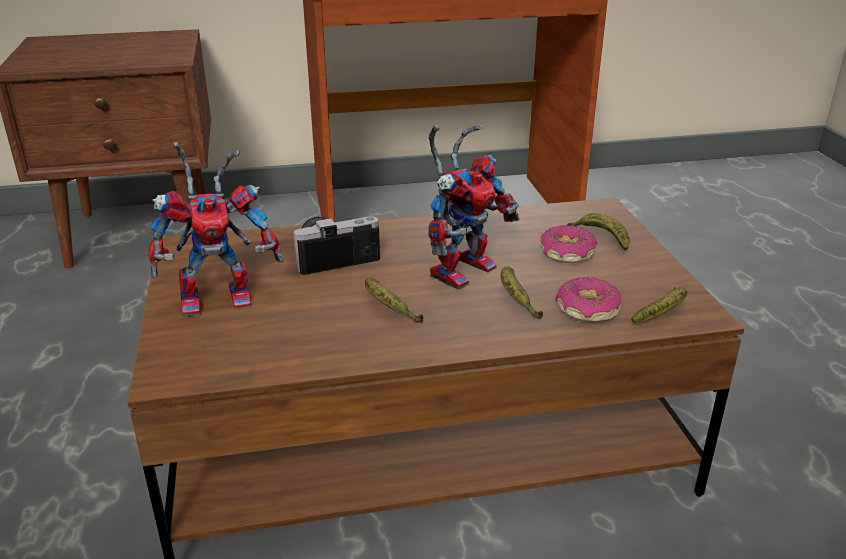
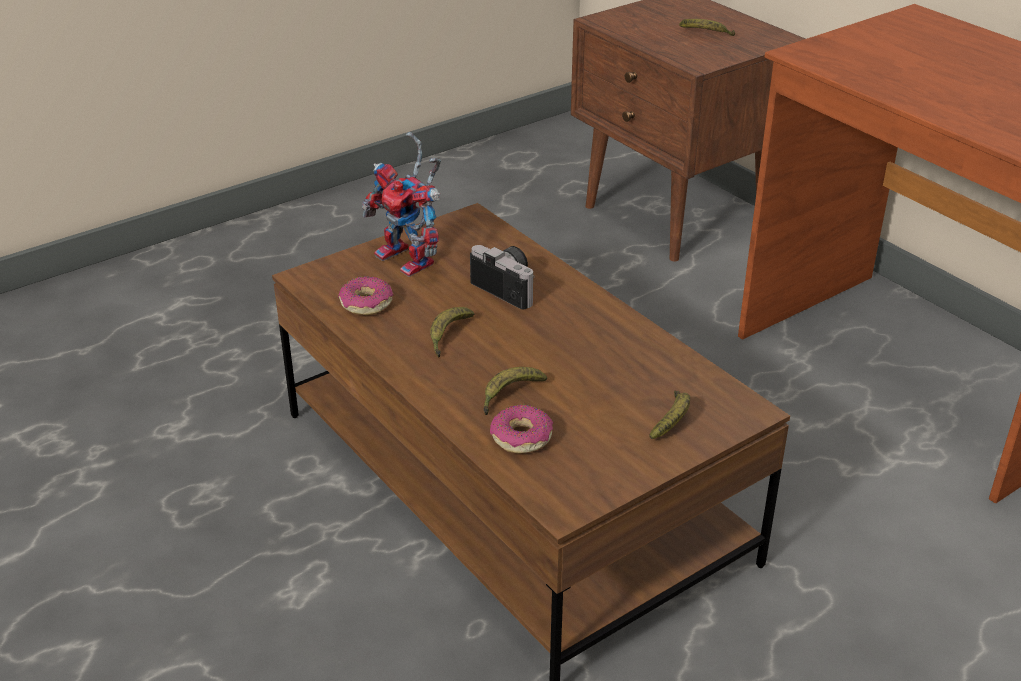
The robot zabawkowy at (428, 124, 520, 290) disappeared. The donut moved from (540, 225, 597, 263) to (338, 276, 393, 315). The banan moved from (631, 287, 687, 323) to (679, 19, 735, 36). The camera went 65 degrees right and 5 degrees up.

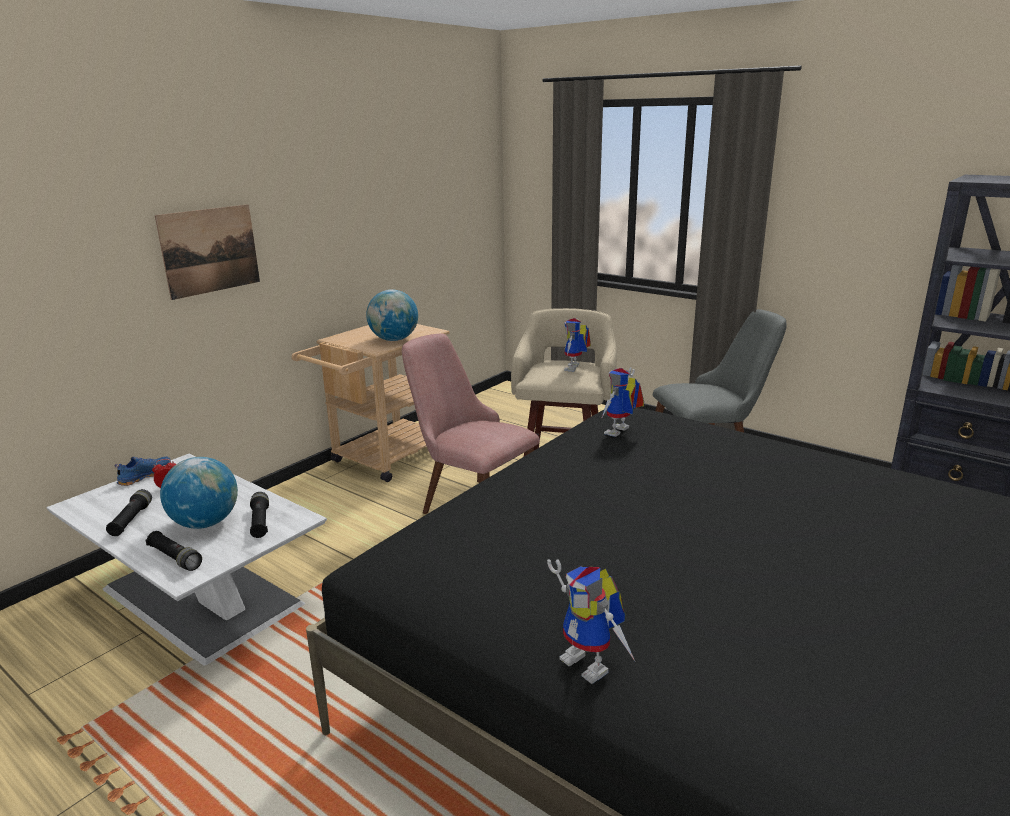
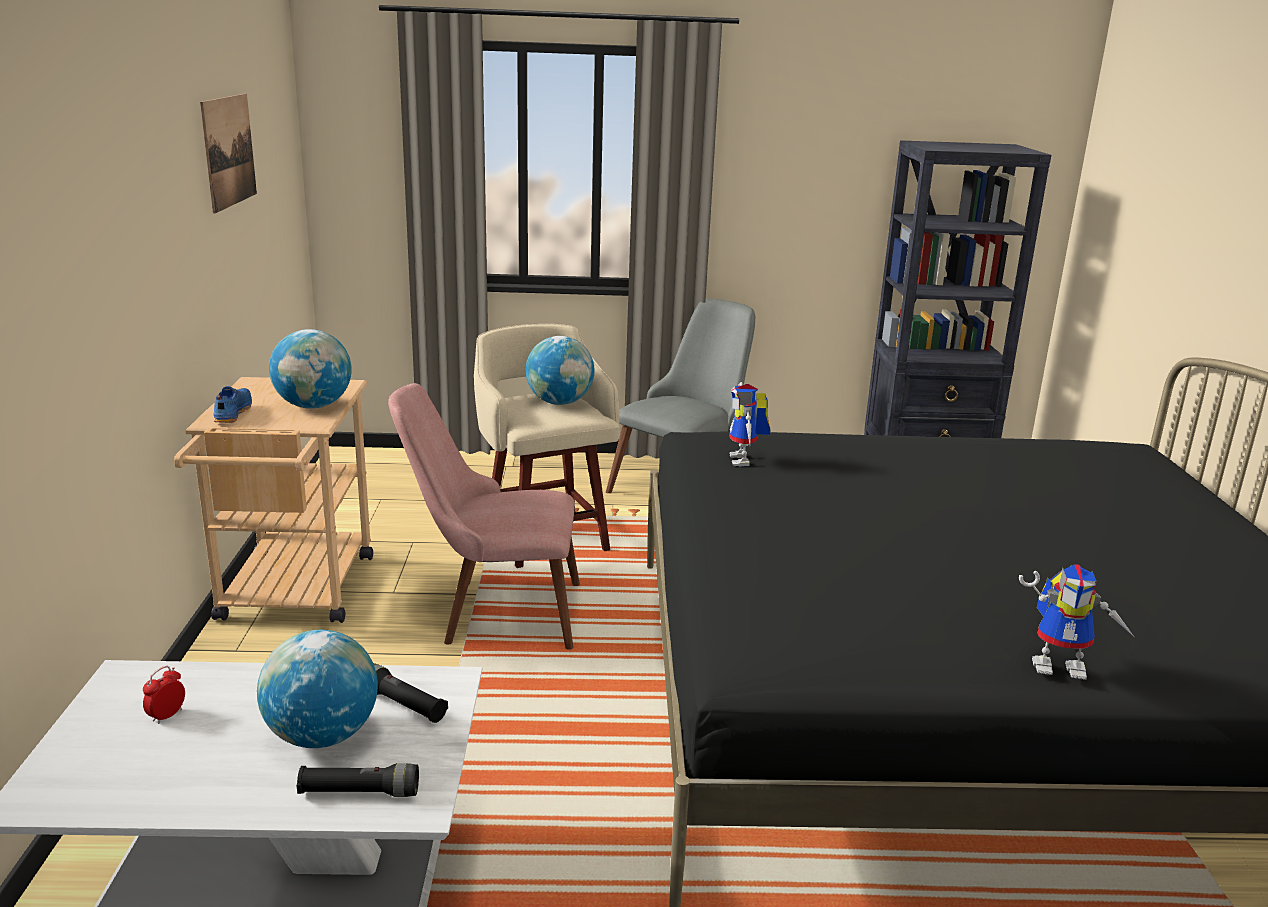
The latarka/czarny at (106, 489, 152, 536) disappeared. The but/niebieski moved from (114, 457, 171, 486) to (213, 386, 252, 423). The obraz moved from (155, 204, 260, 300) to (200, 94, 257, 213). The robot zabawkowy at (564, 318, 591, 371) was replaced by the globus at (525, 336, 595, 405). The camera went 40 degrees left and 0 degrees up.

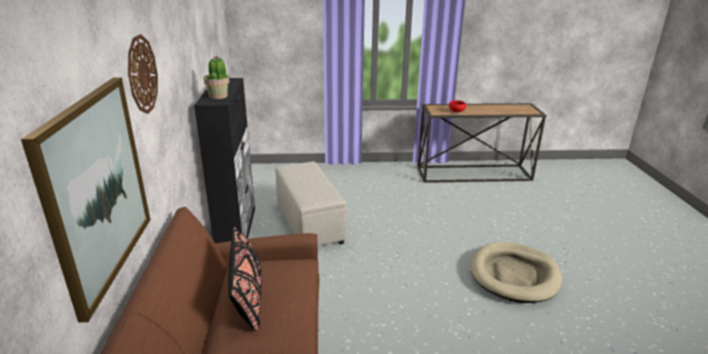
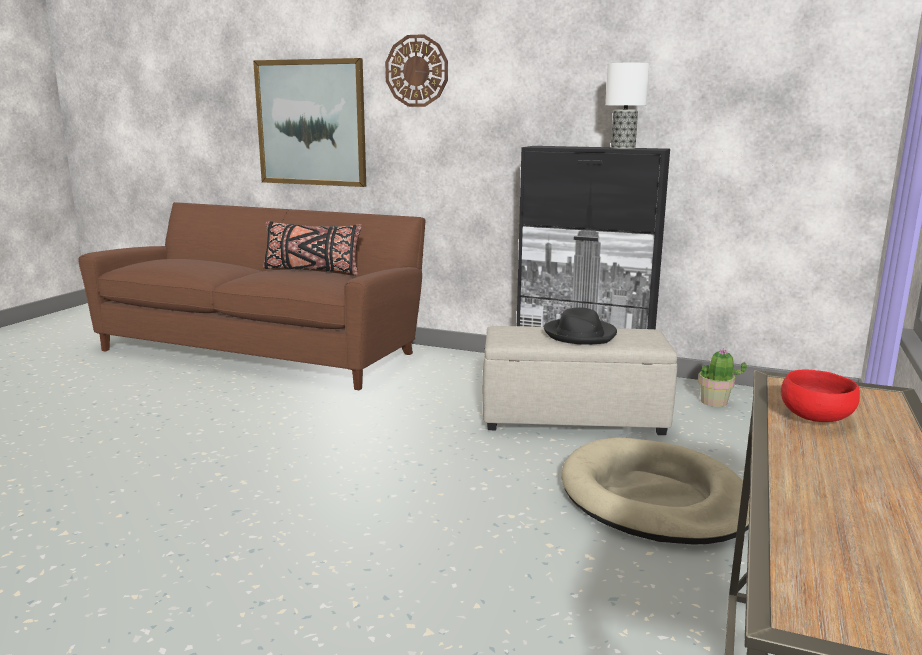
The kapelusz/czarny at (544, 307, 617, 345) appeared. The lampa stołowa at (605, 63, 649, 149) appeared. The roślina doniczkowa moved from (204, 55, 229, 99) to (698, 348, 747, 407). The legowisko/beżowy moved from (471, 242, 562, 303) to (562, 437, 750, 545). The camera went 115 degrees right and 10 degrees down.

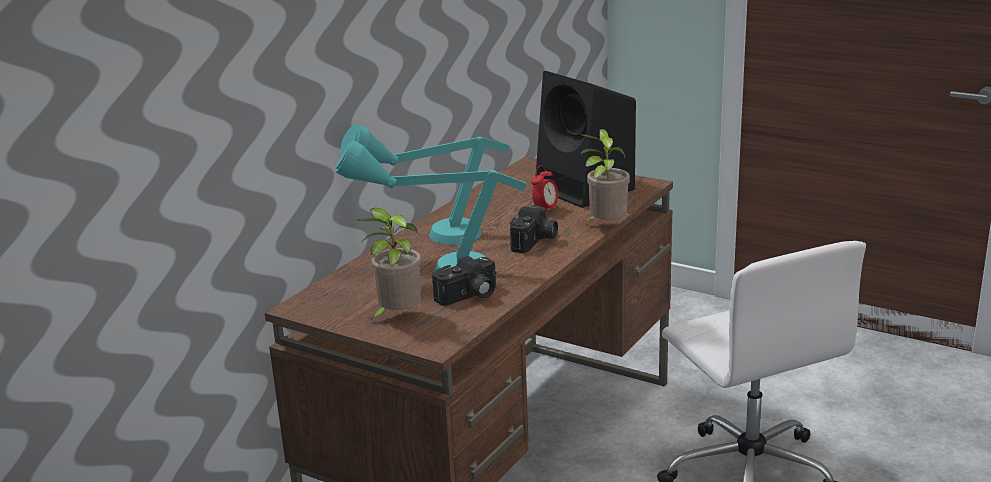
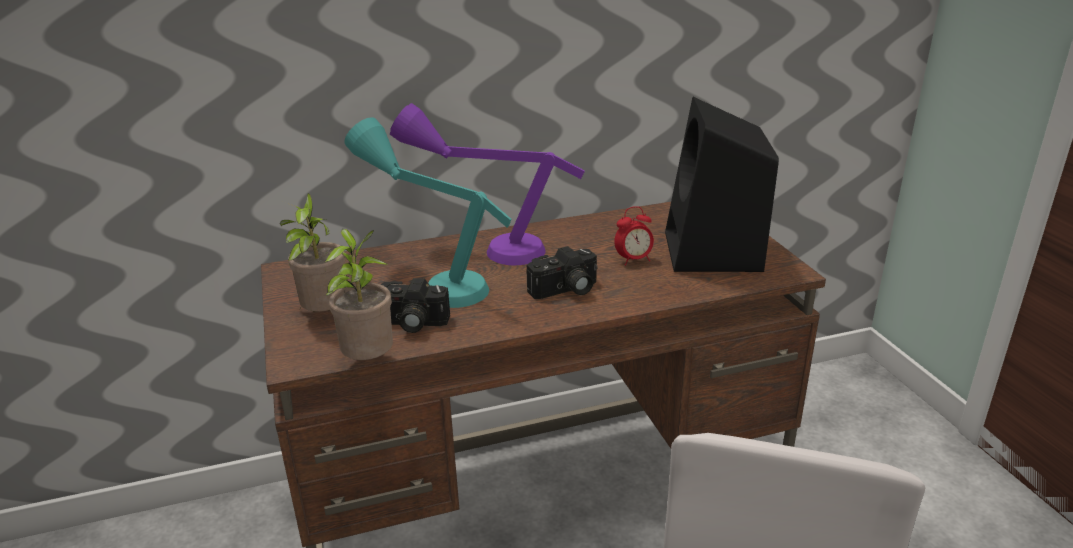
The roślina doniczkowa moved from (580, 129, 630, 221) to (325, 229, 393, 360). The lampa stołowa/turkusowy at (340, 124, 509, 245) became the lampa stołowa/fioletowy at (390, 103, 585, 265). The camera went 40 degrees right and 5 degrees up.

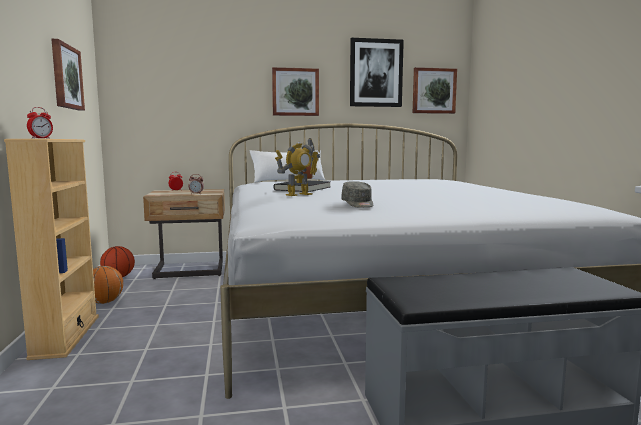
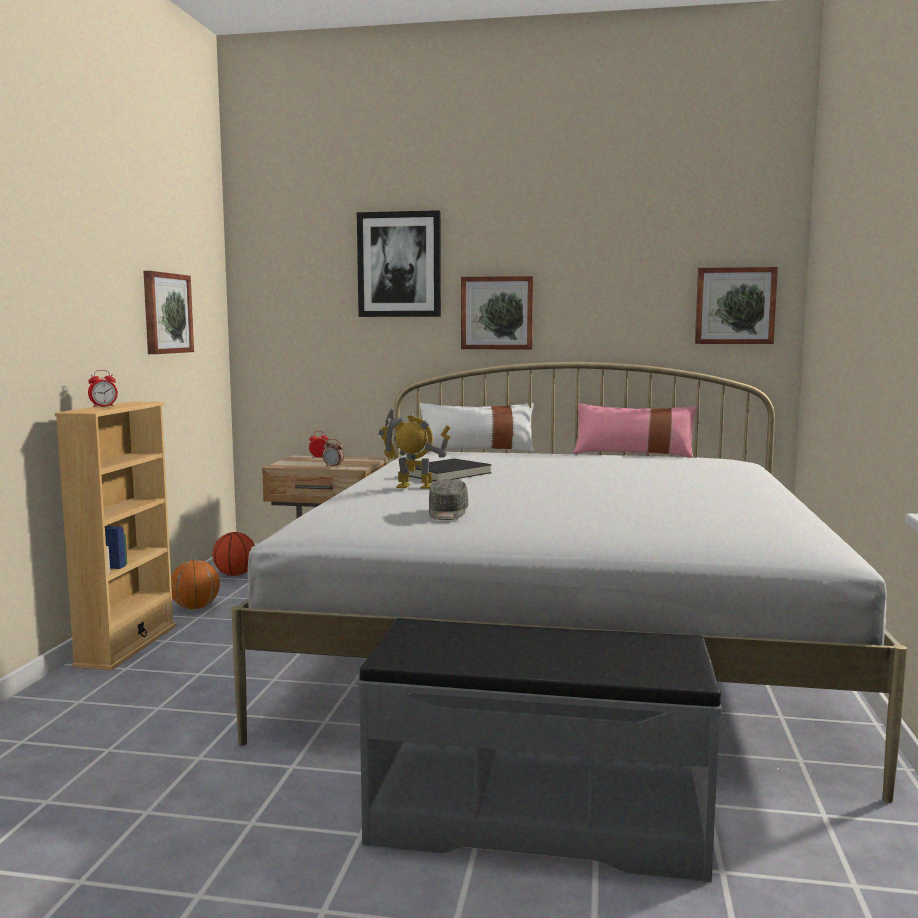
The poduszka/różowy at (573, 403, 697, 458) appeared. The obraz moved from (350, 38, 404, 107) to (357, 210, 441, 317). The robot zabawkowy at (275, 138, 320, 196) turned 150 degrees counterclockwise. The camera went 20 degrees right and 0 degrees up.

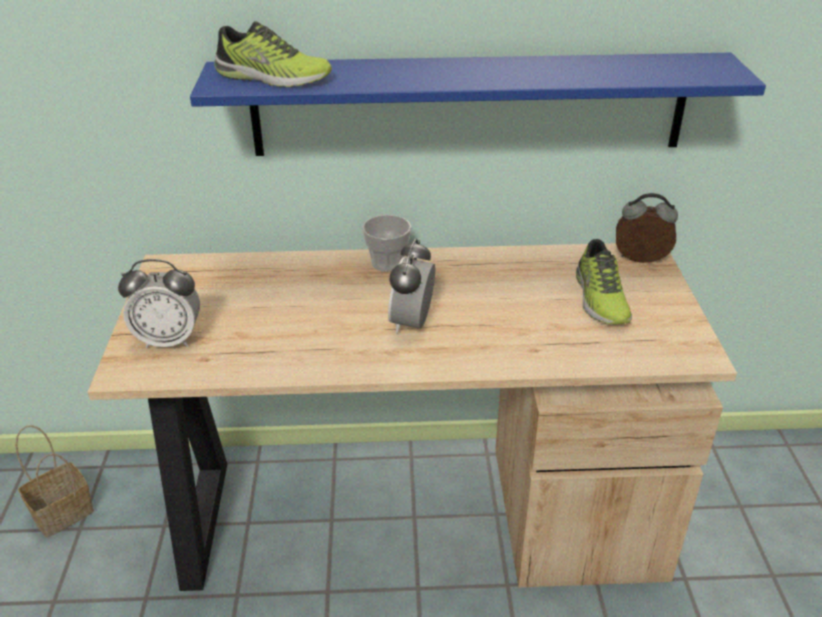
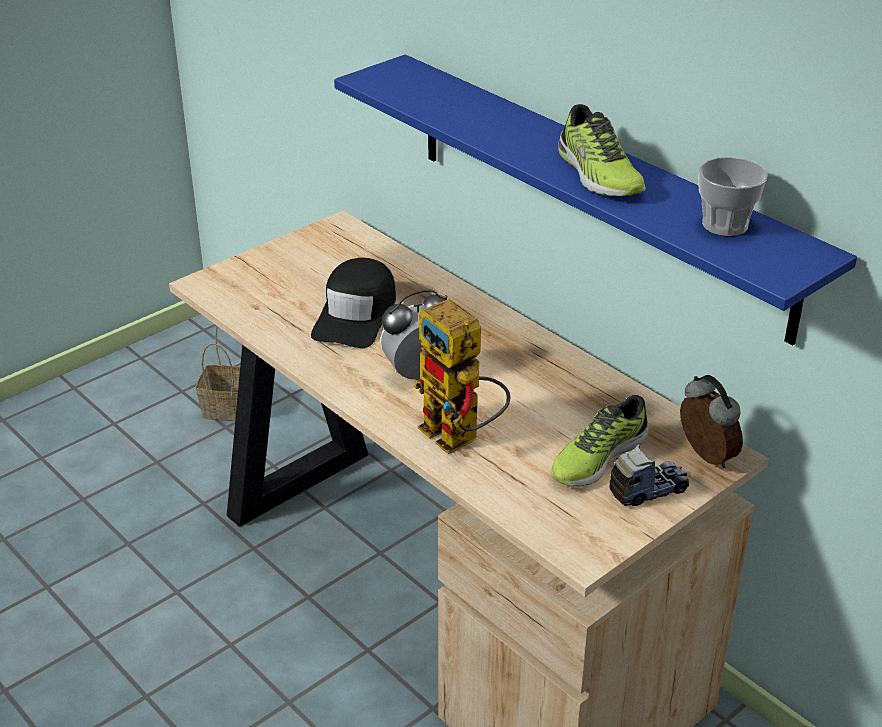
The budzik at (118, 259, 200, 348) disappeared. The czapka z daszkiem/czarny at (311, 258, 396, 348) appeared. The robot zabawkowy at (414, 299, 510, 454) appeared. The ciężarówka zabawkowa at (609, 444, 689, 506) appeared. The but moved from (214, 21, 332, 87) to (558, 104, 646, 196). The filiżanka moved from (362, 215, 411, 272) to (698, 157, 768, 236). The camera went 50 degrees right and 0 degrees up.

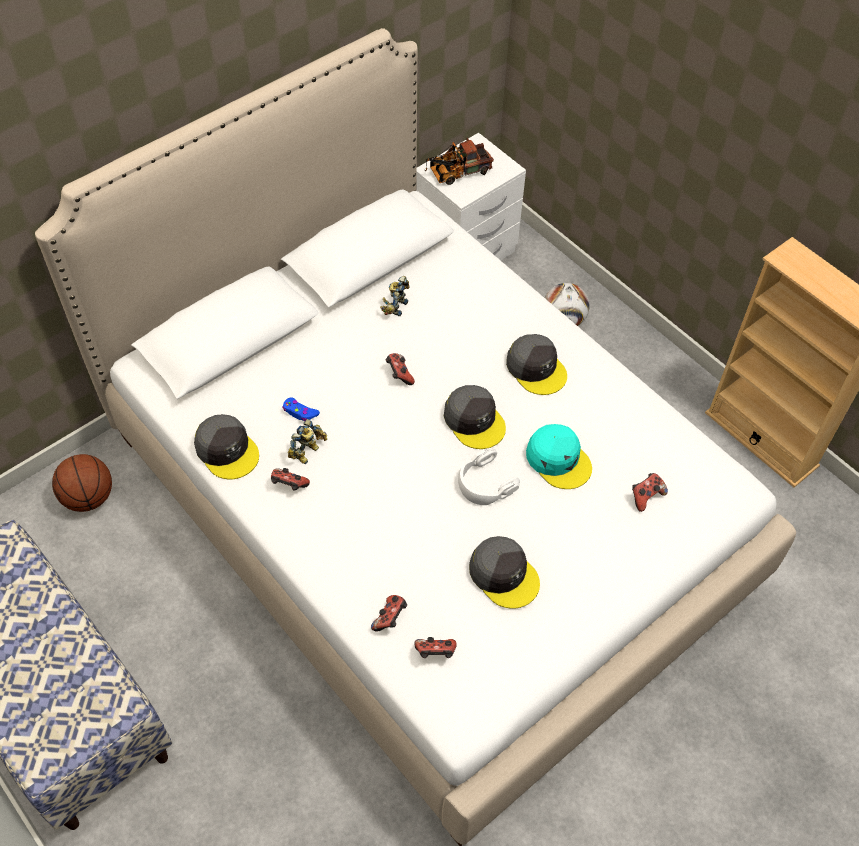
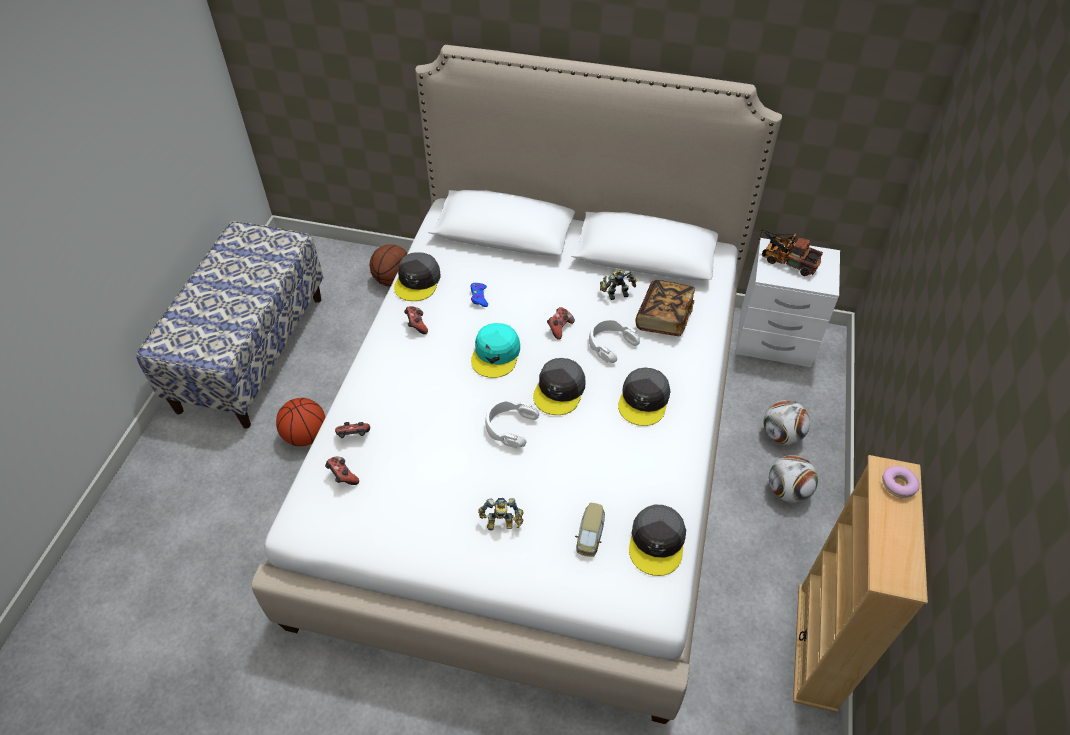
The piłka do koszykówki at (276, 398, 325, 446) appeared. The słuchawki/biały at (589, 318, 640, 363) appeared. The książka at (635, 280, 695, 336) appeared. The piłka futbolowa at (769, 455, 818, 503) appeared. The donut at (882, 466, 920, 498) appeared. The robot zabawkowy moved from (288, 419, 327, 464) to (478, 498, 524, 530). The czapka z daszkiem/szary moved from (469, 536, 540, 609) to (629, 504, 686, 576). The czapka z daszkiem/turkusowy moved from (526, 424, 592, 489) to (471, 323, 520, 378). The pad do gier at (632, 473, 668, 512) was replaced by the samochodzik at (575, 503, 605, 557). The camera went 55 degrees right and 5 degrees down.

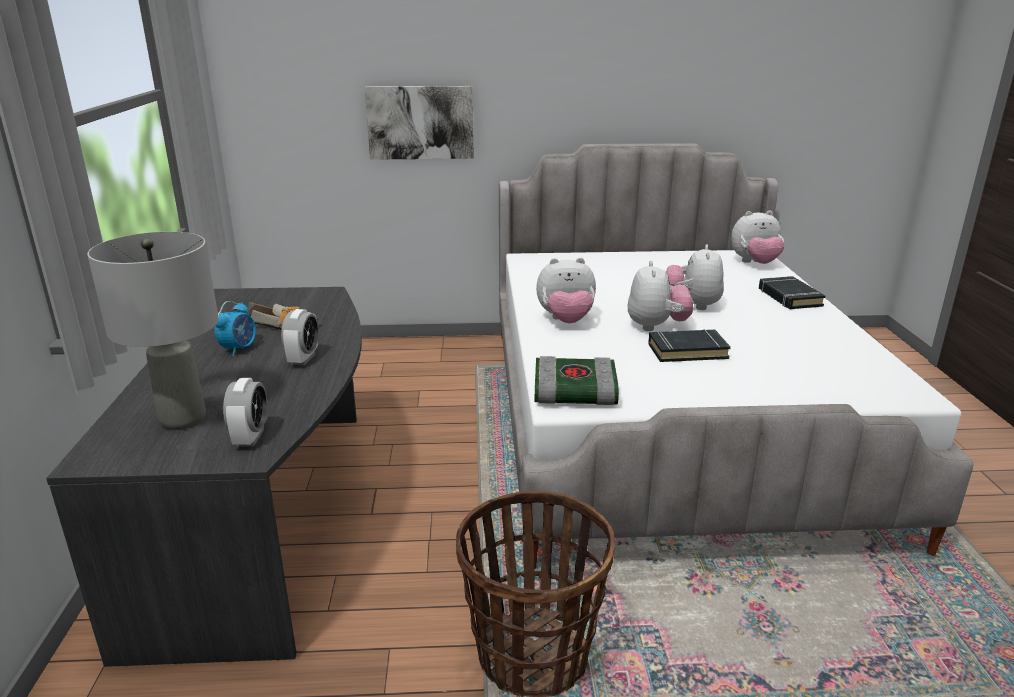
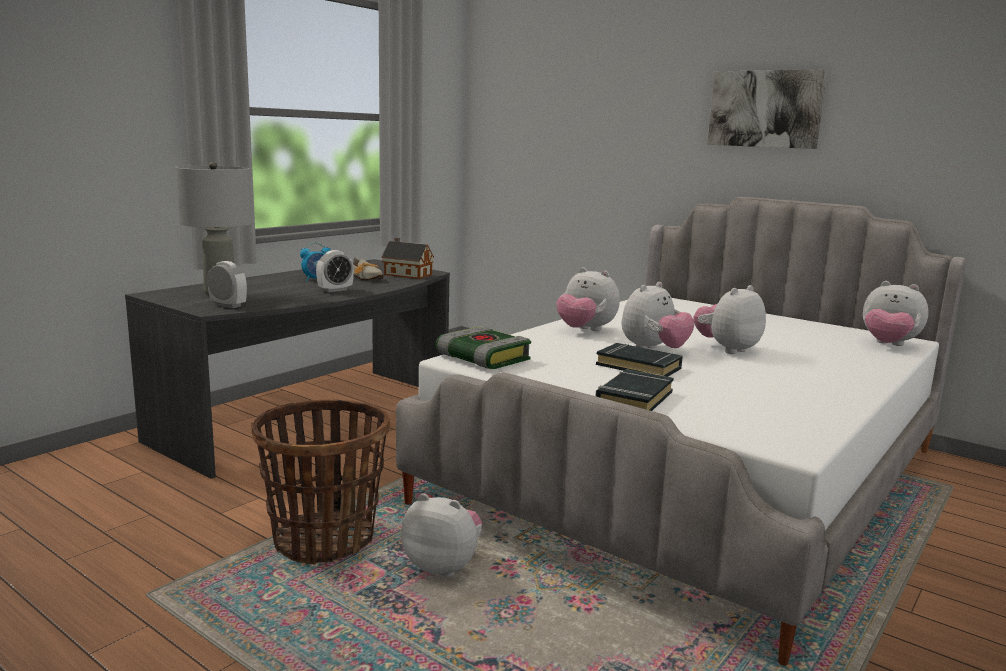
The domek at (381, 238, 434, 279) appeared. The pluszak at (401, 493, 482, 577) appeared. The obraz moved from (365, 86, 474, 160) to (707, 69, 827, 149). The książka/czarny moved from (759, 276, 825, 309) to (596, 369, 674, 411). The budzik at (223, 378, 267, 447) turned 105 degrees counterclockwise. The camera went 40 degrees right and 10 degrees down.

